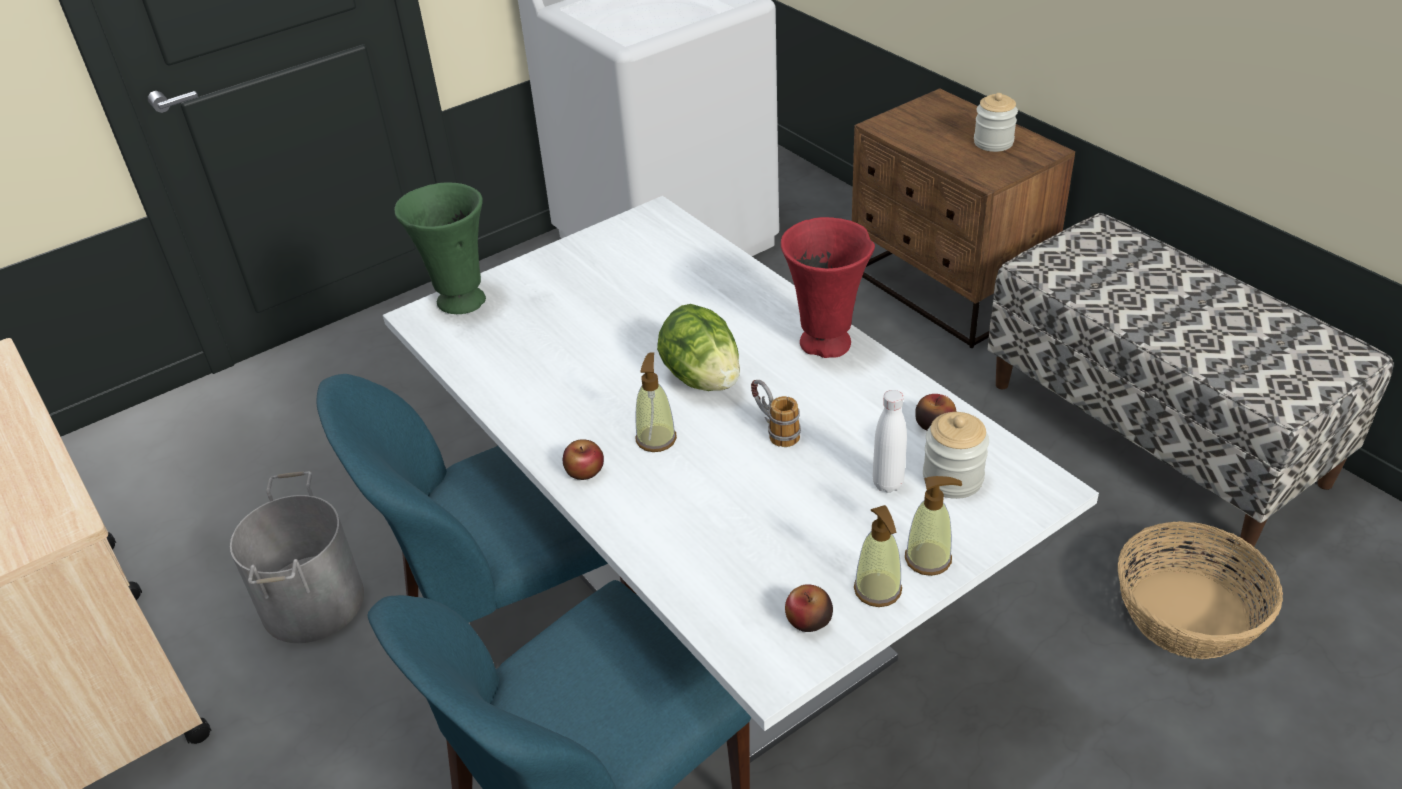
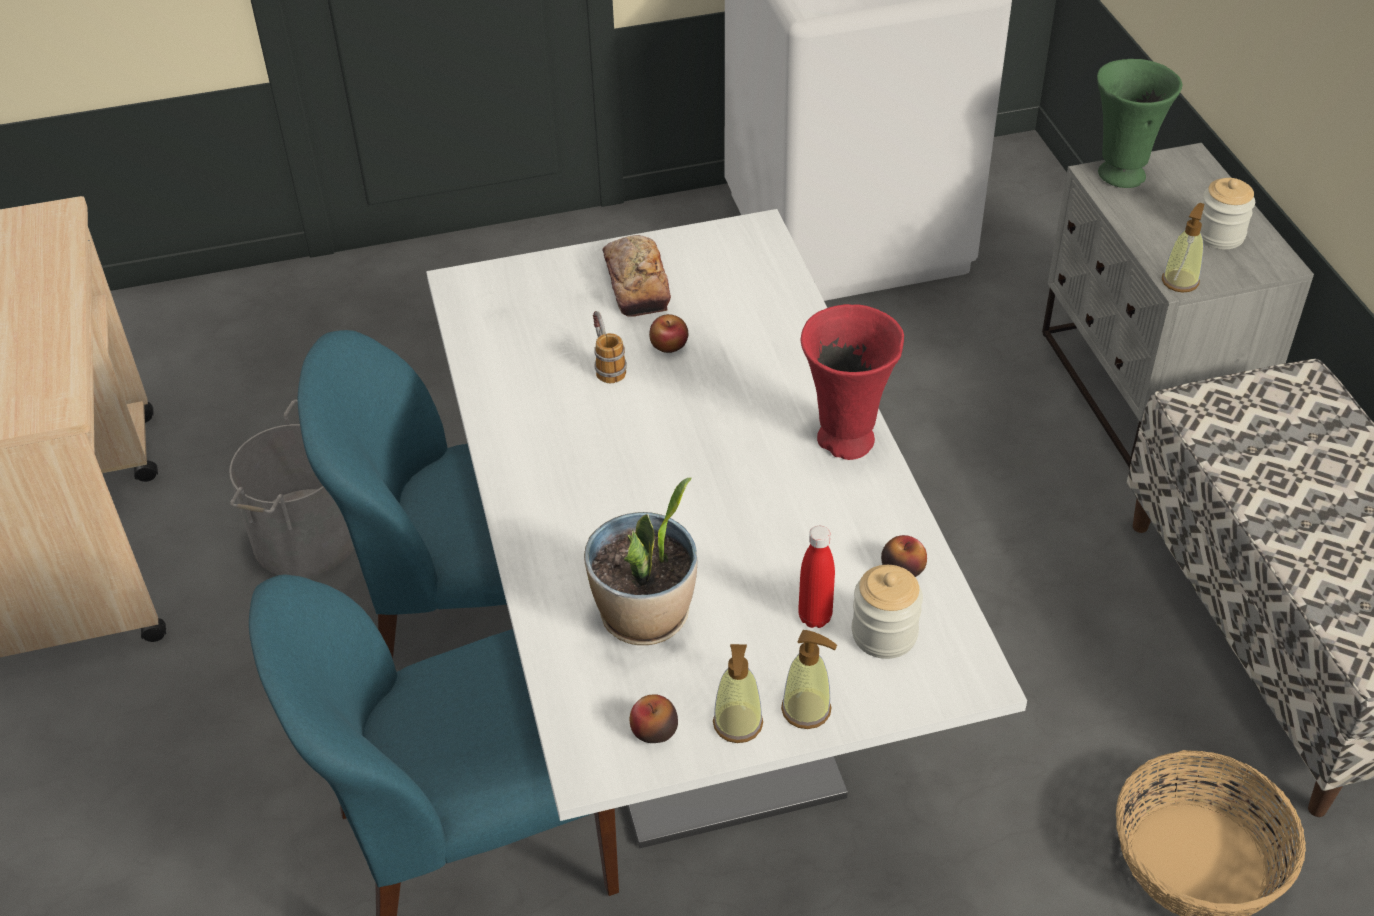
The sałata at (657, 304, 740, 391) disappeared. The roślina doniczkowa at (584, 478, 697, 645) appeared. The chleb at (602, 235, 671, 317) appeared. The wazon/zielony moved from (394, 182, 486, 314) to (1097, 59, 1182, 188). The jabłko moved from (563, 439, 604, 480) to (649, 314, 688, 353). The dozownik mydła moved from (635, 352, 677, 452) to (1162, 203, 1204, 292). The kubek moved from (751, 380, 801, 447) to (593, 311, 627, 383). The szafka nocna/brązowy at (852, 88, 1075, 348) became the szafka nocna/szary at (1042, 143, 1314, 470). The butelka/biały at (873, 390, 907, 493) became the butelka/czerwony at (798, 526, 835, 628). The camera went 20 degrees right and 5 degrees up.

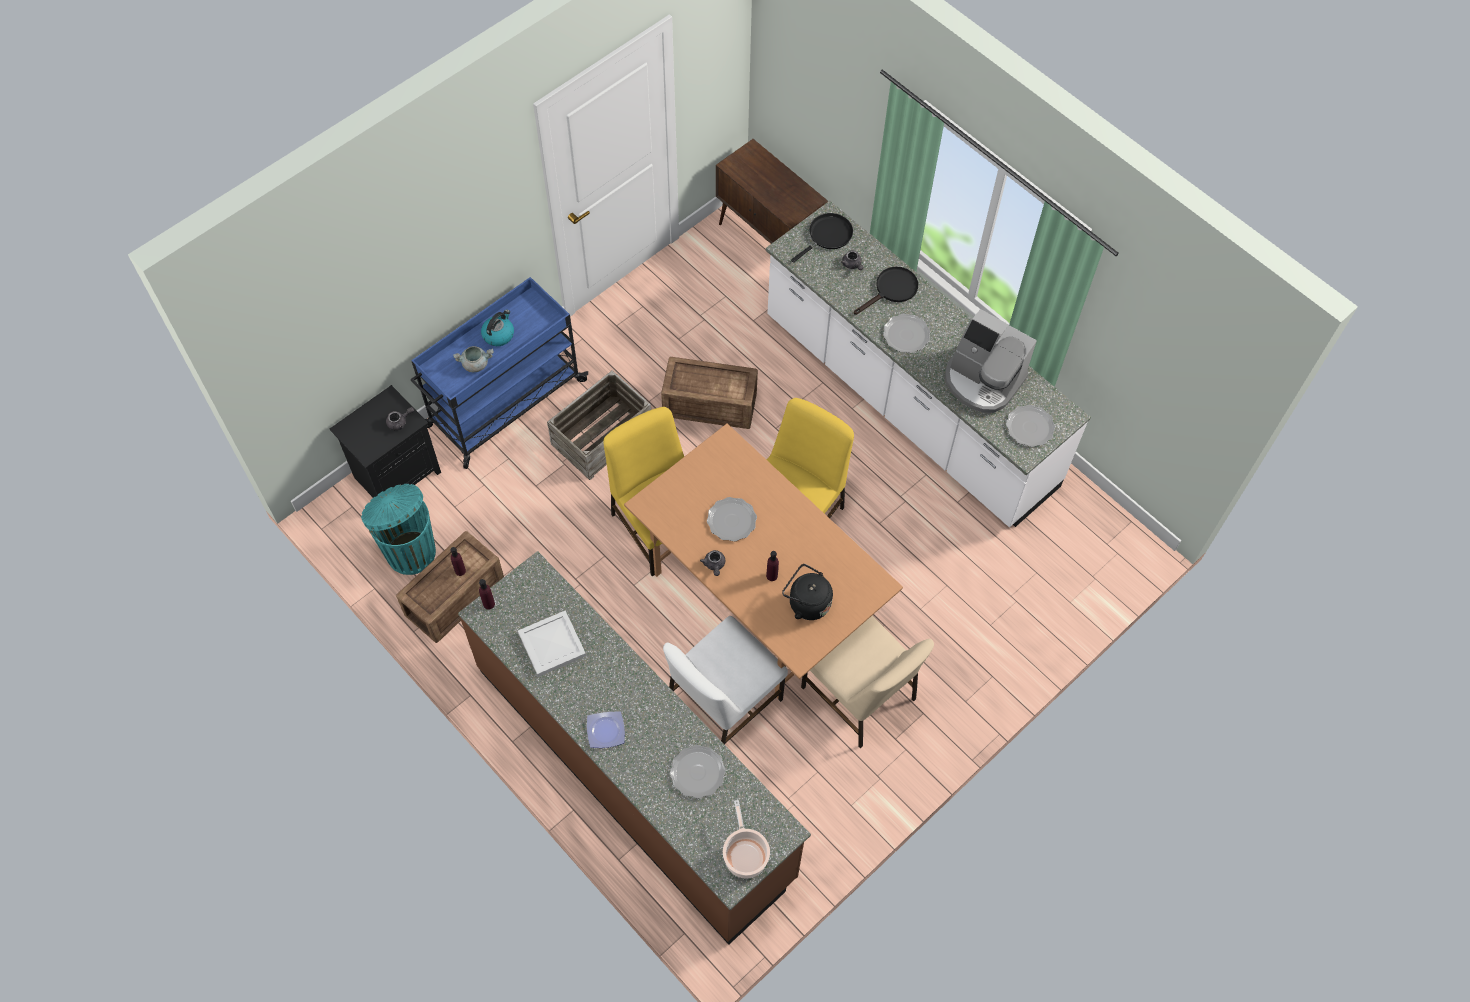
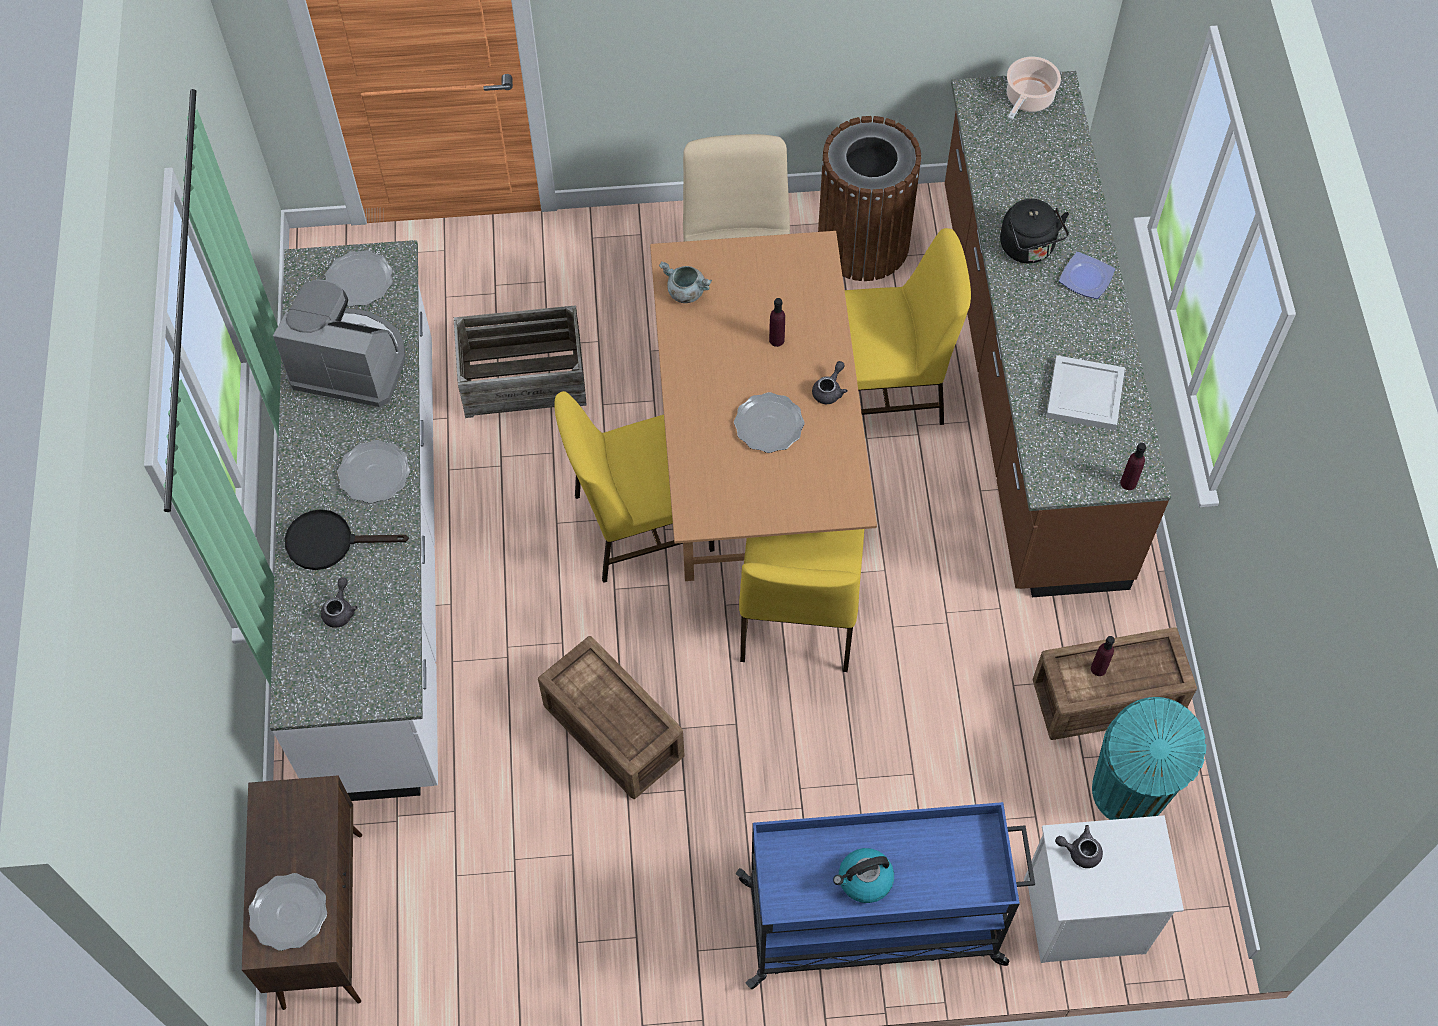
The patelnia/czarny at (791, 213, 853, 263) disappeared. The kosz na śmieci/brązowy at (818, 116, 921, 281) appeared. The garnek/szary moved from (453, 346, 494, 372) to (659, 261, 712, 303). The skrzynka moved from (547, 371, 651, 480) to (454, 305, 587, 418). The talerz moved from (670, 745, 726, 799) to (248, 873, 327, 951). The czajnik/czarny moved from (782, 564, 833, 620) to (1000, 199, 1069, 263). The szafka nocna/czarny at (330, 385, 441, 498) became the szafka nocna/biały at (1024, 815, 1184, 963). The krzesło/biały at (663, 616, 788, 744) became the krzesło/żółty at (844, 228, 971, 425). The ekspres do kawy at (945, 309, 1037, 413) turned 60 degrees counterclockwise. The camera went 140 degrees left and 0 degrees up.

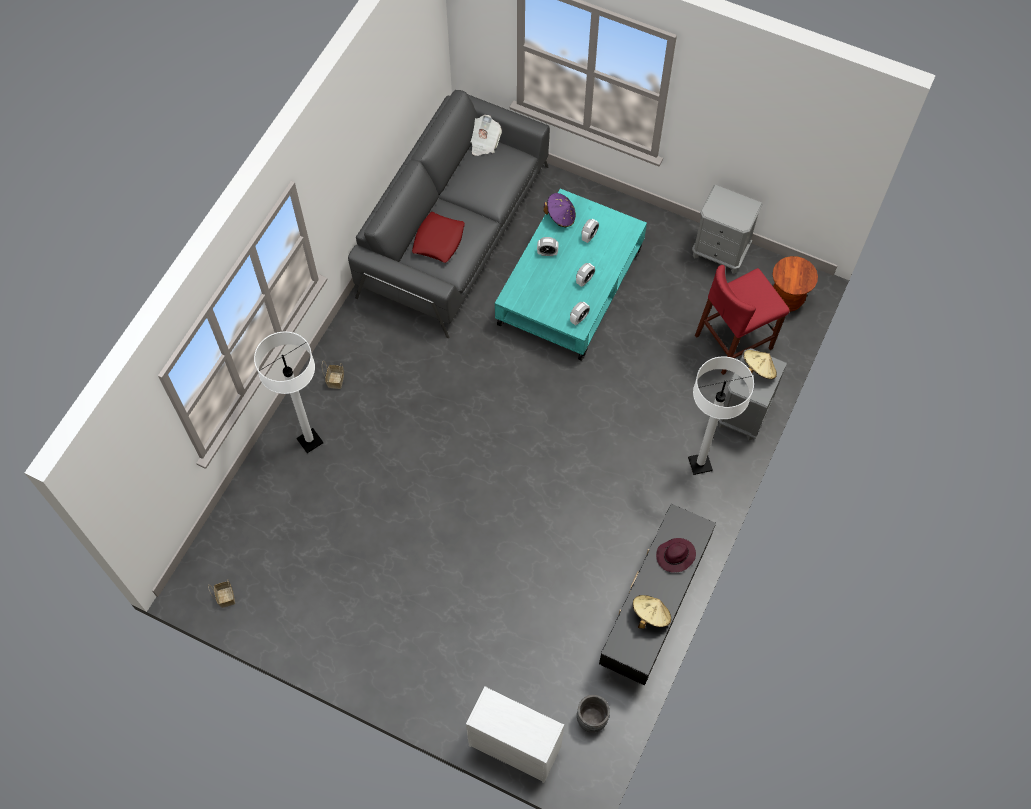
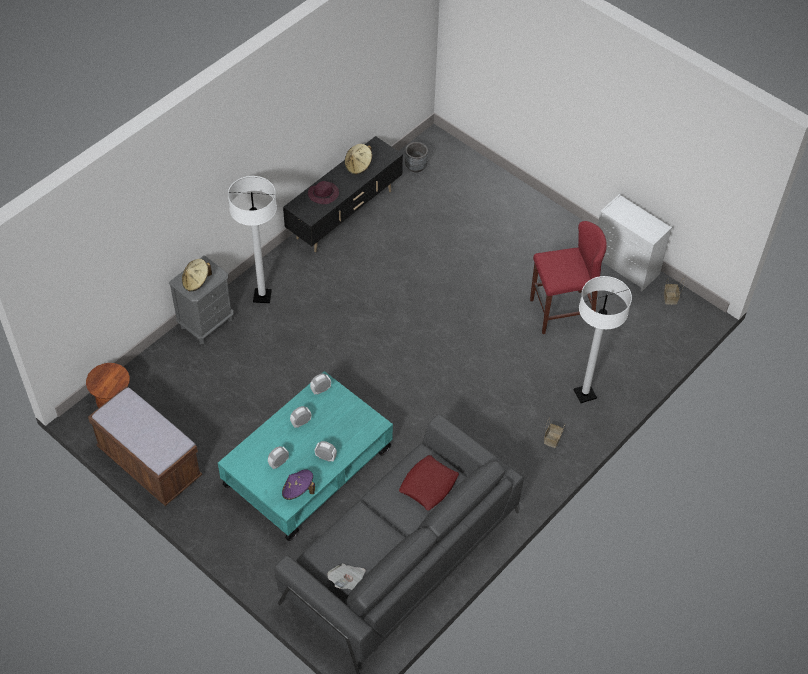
The komoda/biały moved from (466, 686, 564, 783) to (598, 194, 672, 291). The stołek/czerwony moved from (695, 265, 790, 375) to (530, 221, 607, 334). The szafka nocna/szary at (692, 185, 763, 274) was replaced by the ławka/brązowy at (88, 387, 202, 506). The camera went 165 degrees left and 10 degrees down.

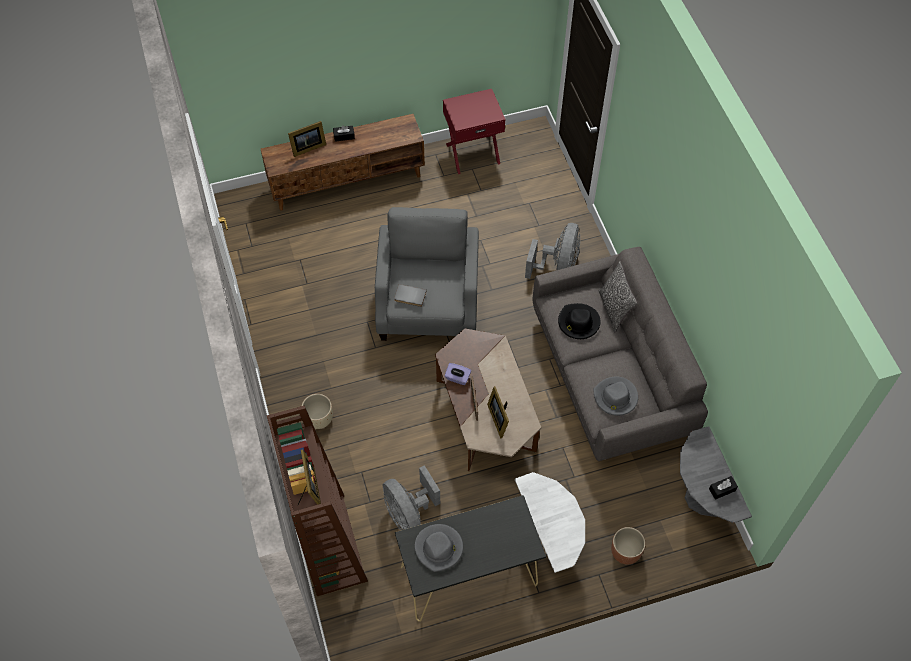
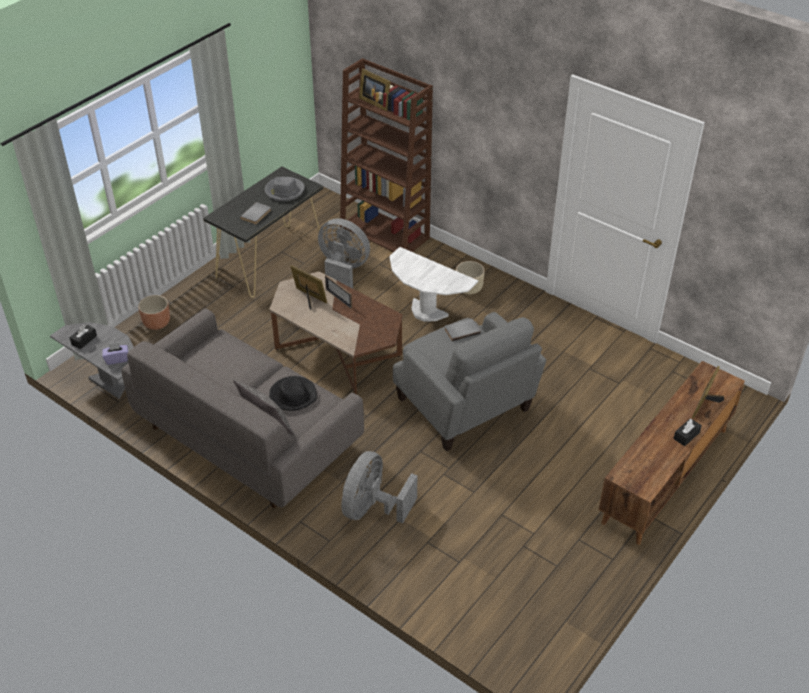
The szafka nocna/czerwony at (443, 89, 506, 174) disappeared. The kapelusz/szary at (593, 376, 638, 416) disappeared. The książka/szary at (240, 202, 271, 224) appeared. The pudełko chusteczek/fioletowy moved from (444, 363, 471, 385) to (102, 343, 128, 365). The stolik/biały moved from (515, 472, 585, 573) to (390, 247, 478, 322). The wentylator/szary at (525, 223, 580, 279) turned 45 degrees clockwise. The camera went 145 degrees right and 15 degrees down.

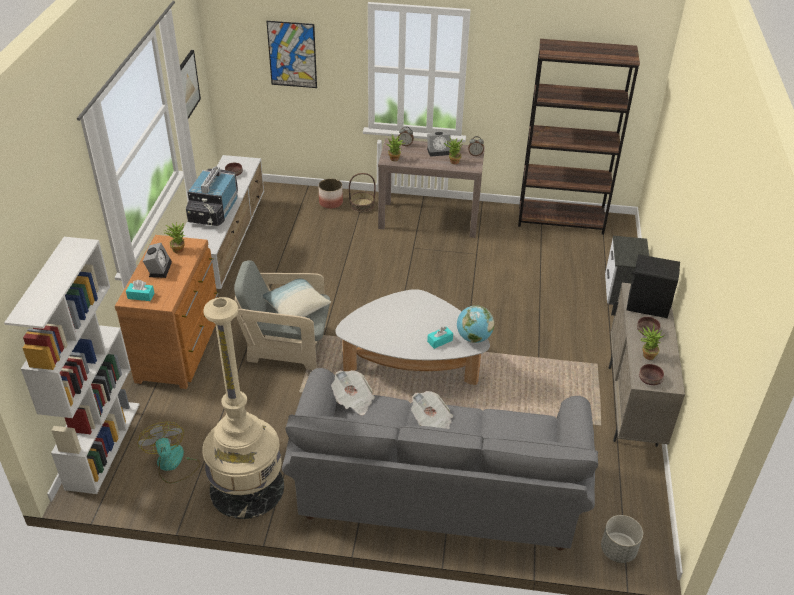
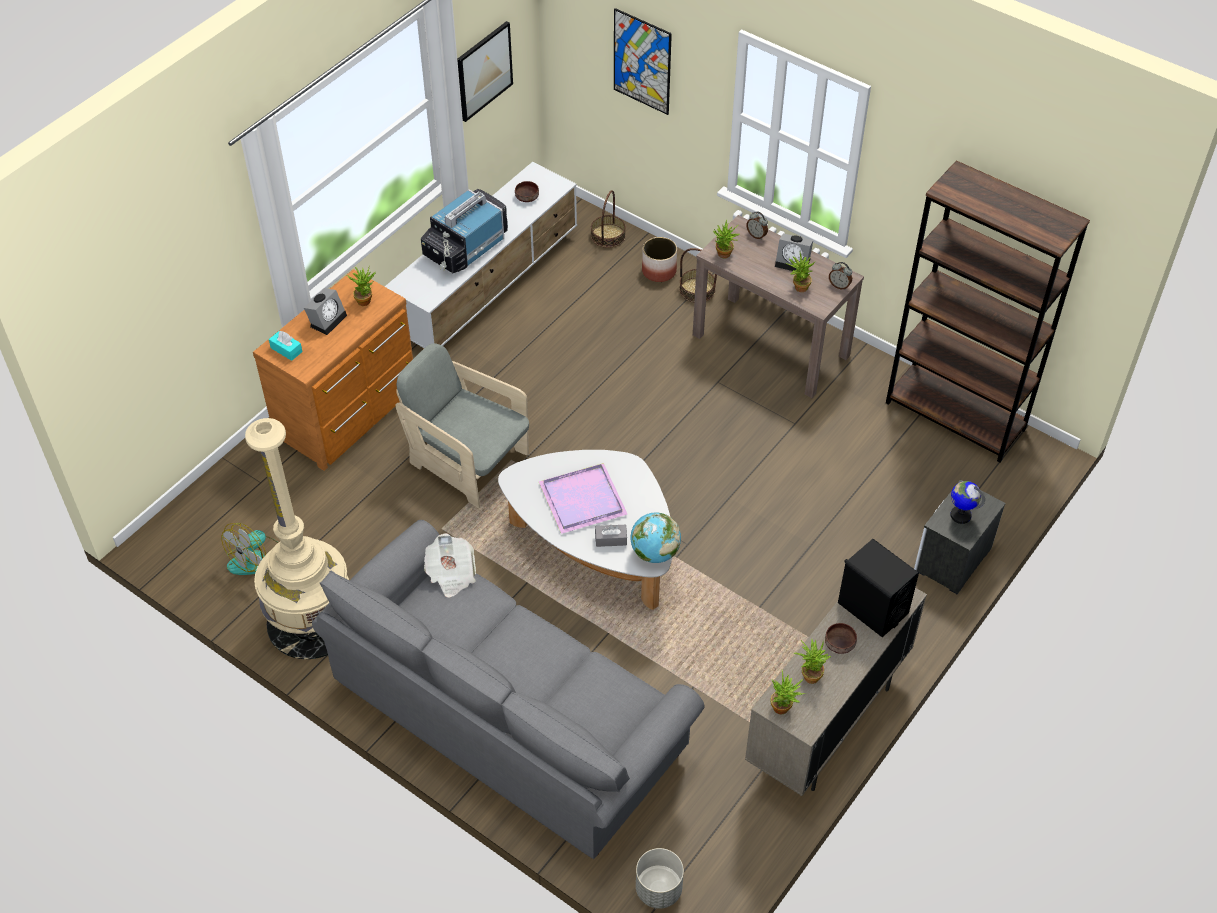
The regał/biały at (4, 237, 140, 494) disappeared. The poduszka at (263, 278, 331, 325) disappeared. The gazeta at (411, 391, 453, 429) disappeared. The taca/fioletowy at (539, 463, 627, 534) appeared. The koszyk at (591, 190, 626, 248) appeared. The globus at (950, 481, 985, 524) appeared. The miska/brązowy at (639, 364, 664, 385) was replaced by the roślina doniczkowa at (771, 670, 807, 714). The pudełko chusteczek/turkusowy at (427, 327, 453, 349) became the pudełko chusteczek/szary at (595, 525, 627, 547). The wentylator at (137, 422, 200, 484) turned 150 degrees counterclockwise. The camera went 30 degrees right and 10 degrees up.

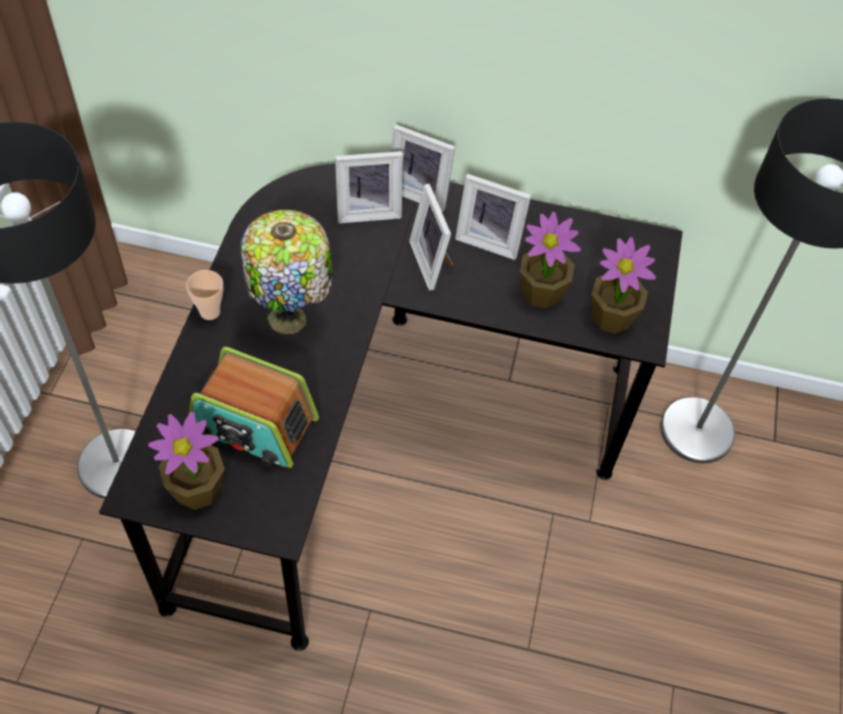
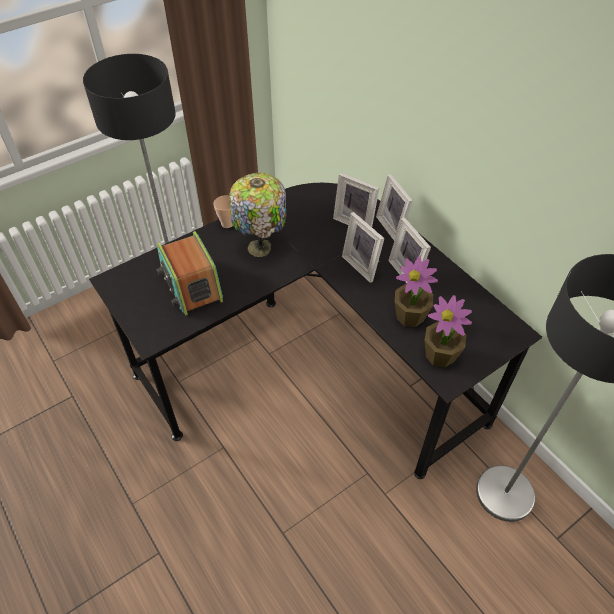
The roślina doniczkowa at (148, 412, 225, 510) disappeared. The ramka na zdjęcie at (409, 184, 453, 290) turned 60 degrees counterclockwise. The camera went 45 degrees right and 5 degrees down.

